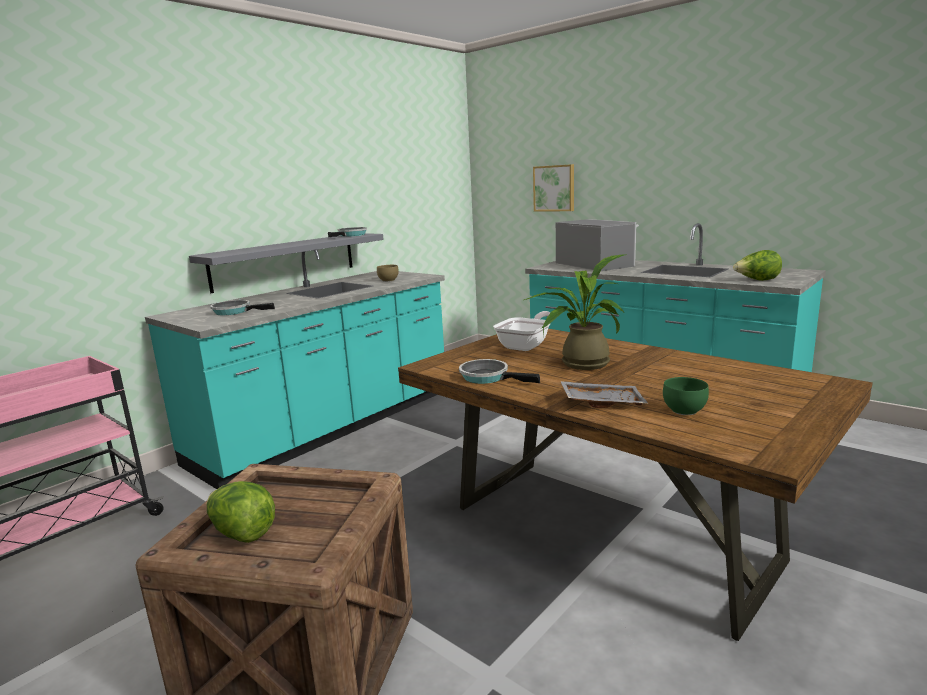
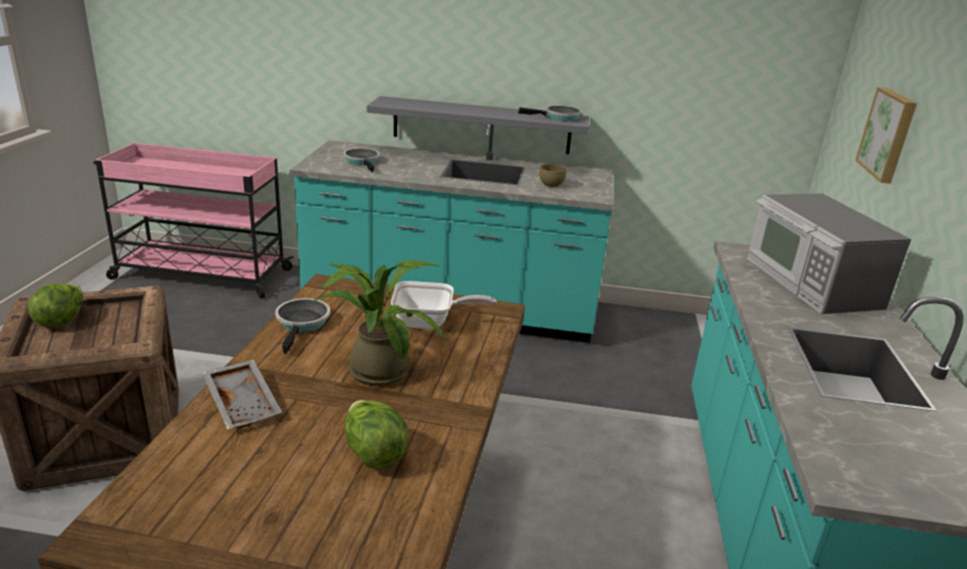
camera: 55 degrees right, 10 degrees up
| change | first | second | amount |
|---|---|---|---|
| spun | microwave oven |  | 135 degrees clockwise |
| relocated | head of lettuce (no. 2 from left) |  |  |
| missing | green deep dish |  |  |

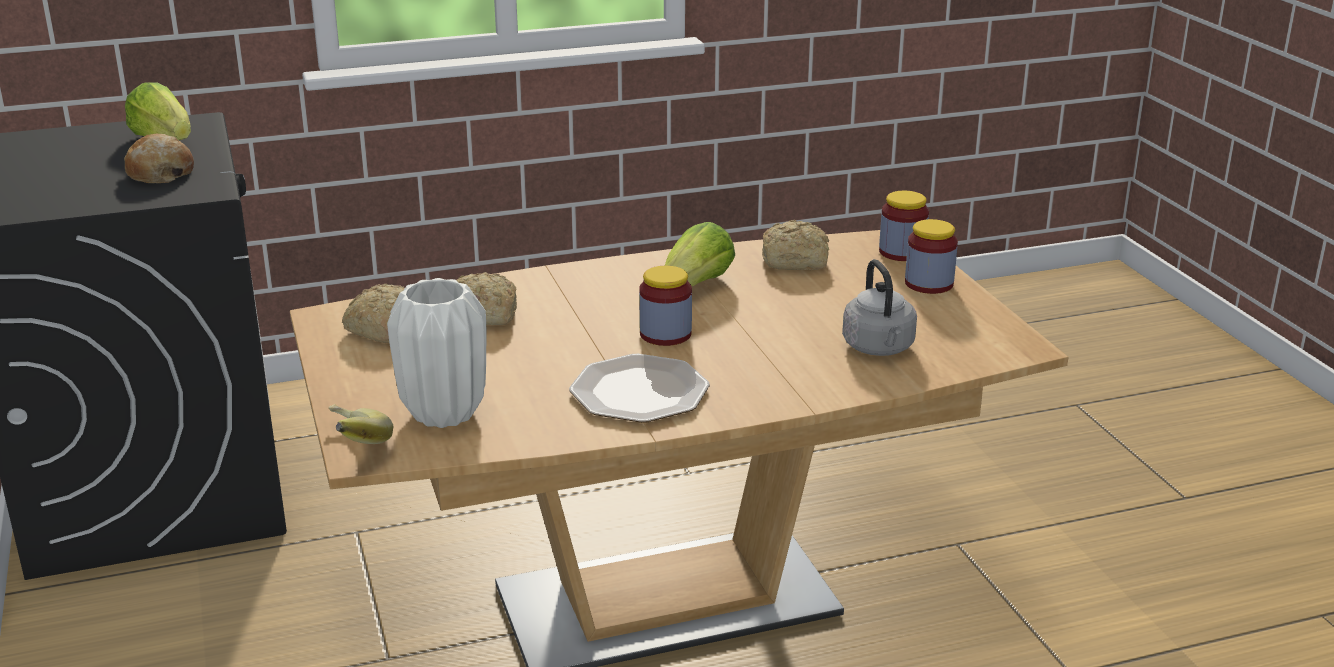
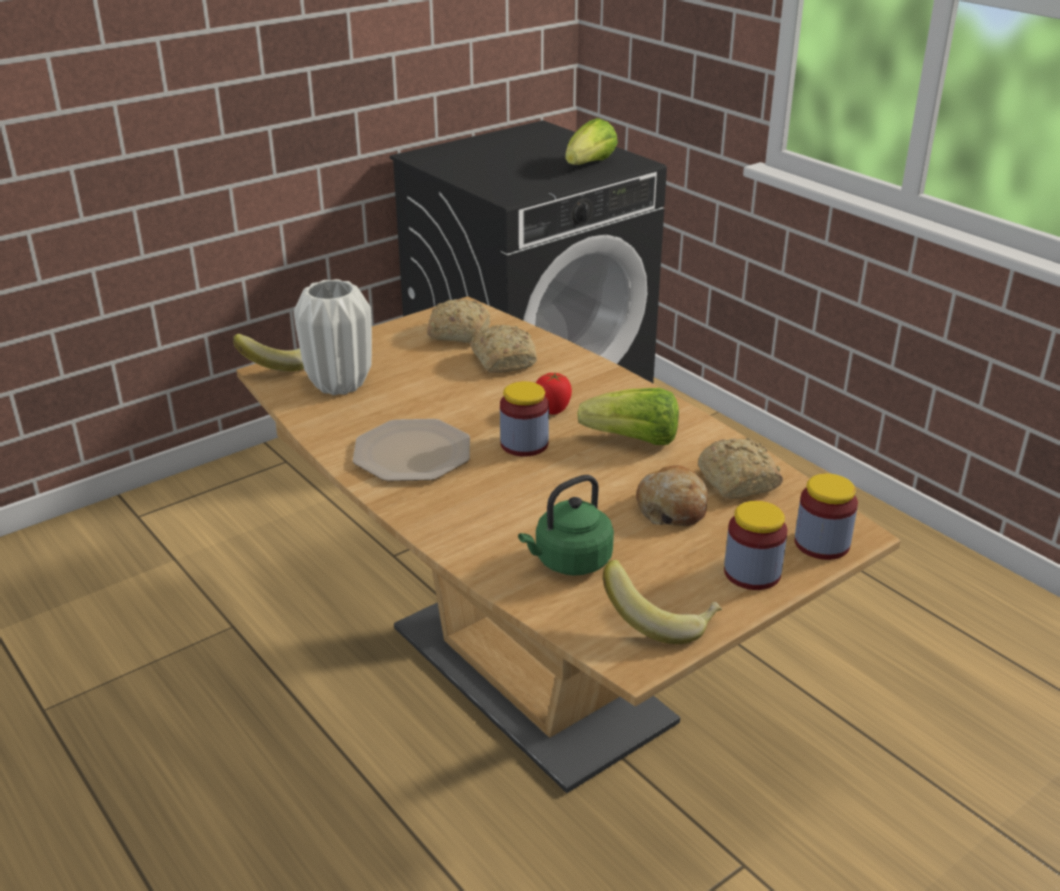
camera: 70 degrees right, 5 degrees up
| change | first | second | amount |
|---|---|---|---|
| relocated | bakery bread (no. 1 from left in the first image) | bakery bread (no. 3 from left) |  |
| colour | gray kettle | green kettle |  |
| appeared |  | tomato |  |
| appeared |  | banana fruit (no. 2 from left) |  |

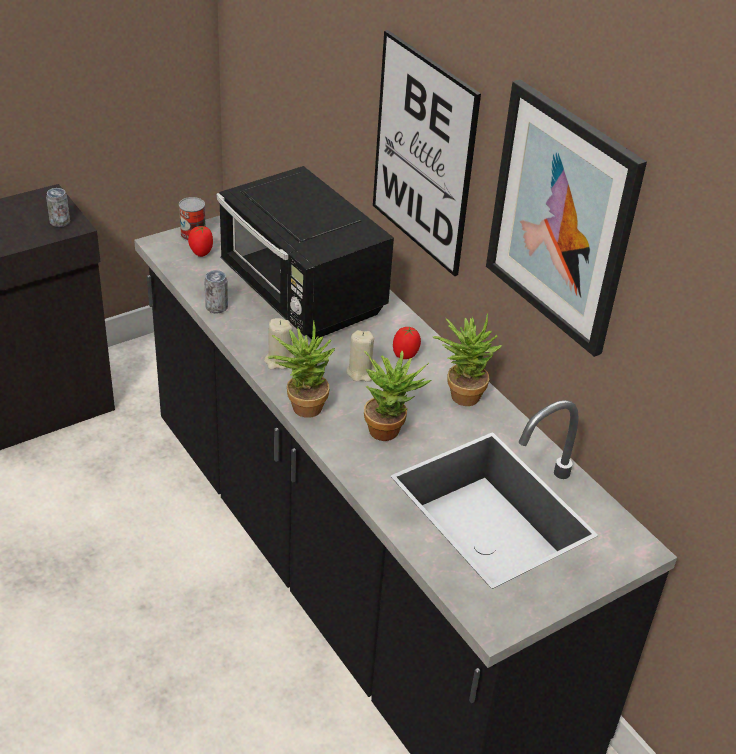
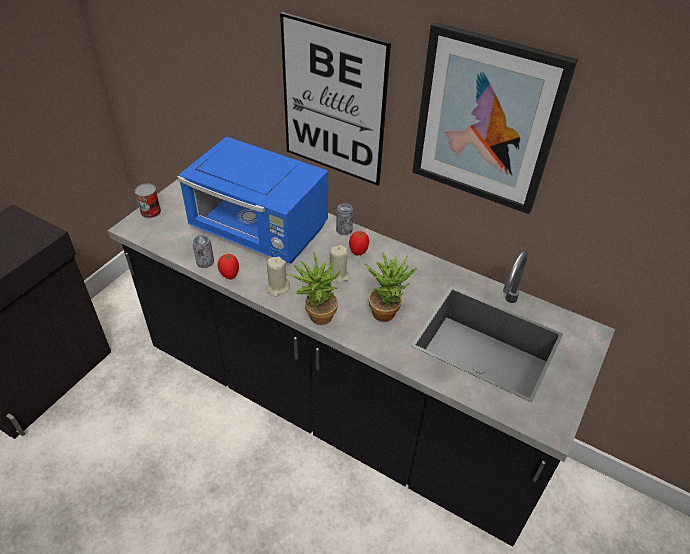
camera: 25 degrees left, 5 degrees up
| change | first | second | amount |
|---|---|---|---|
| colour | black-coloured microwave oven | bluish microwave oven |  |
| relocated | metal can (no. 1 from left in the first image) | metal can (no. 3 from left) |  |
| relocated | tomato (no. 1 from left) |  |  |
| missing | potted plant (no. 3 from left) |  |  |

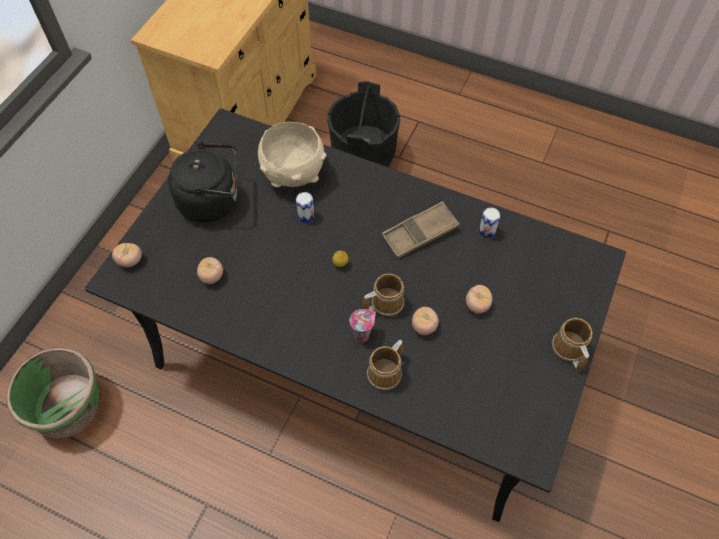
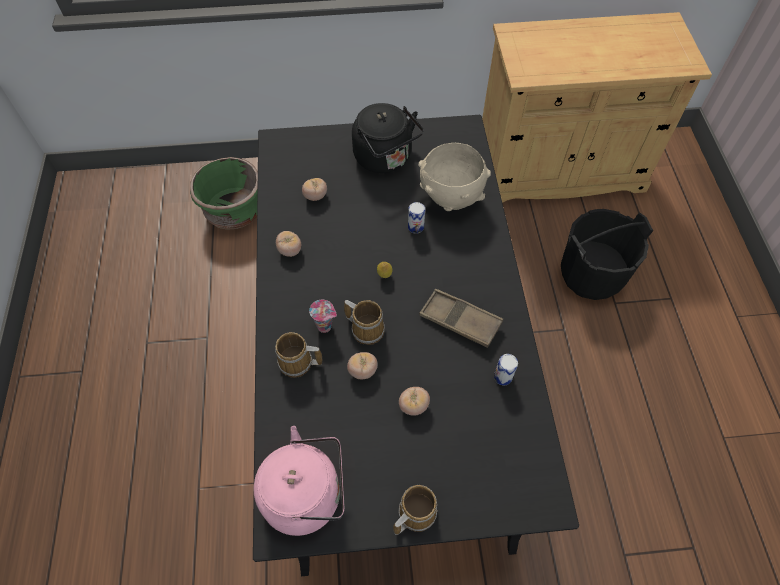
camera: 60 degrees right, 0 degrees up
| change | first | second | amount |
|---|---|---|---|
| relocated | tomato (no. 1 from left) |  |  |
| appeared |  | pink kettle |  |

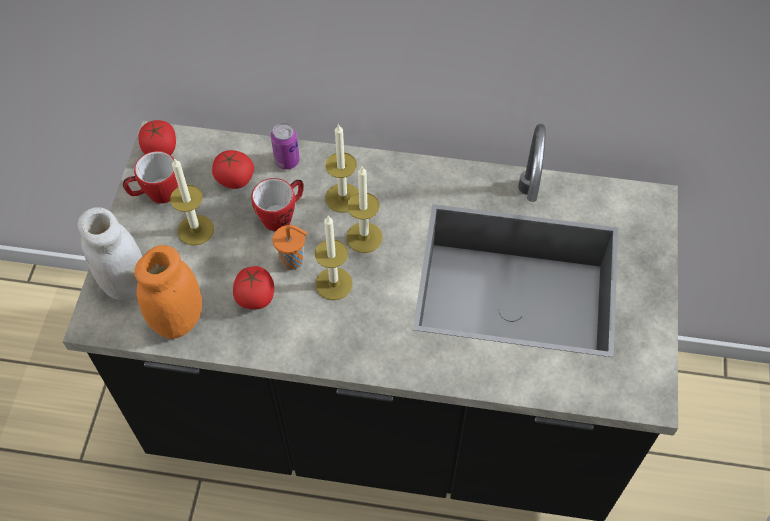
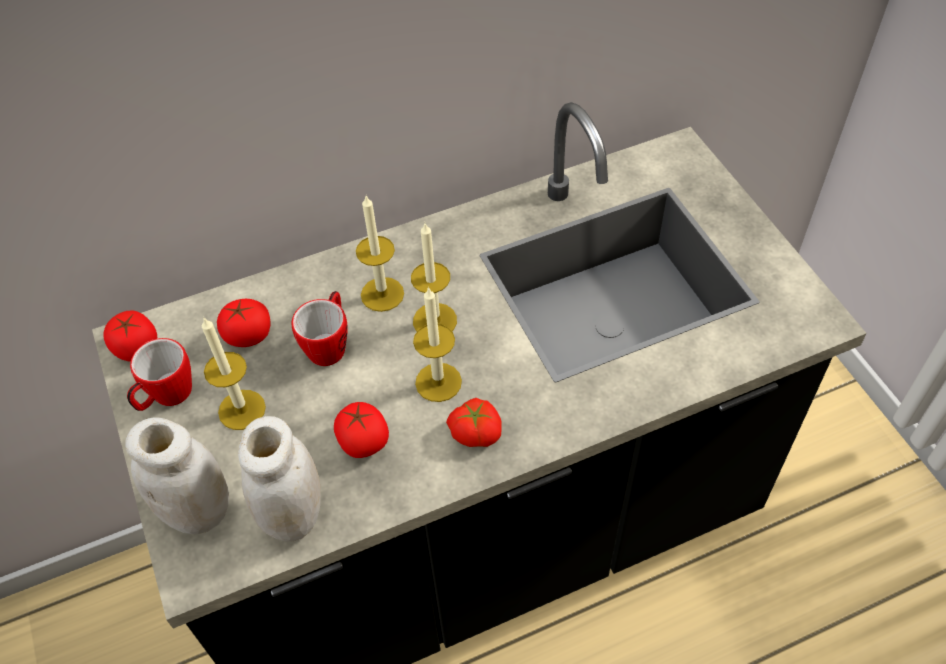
camera: 30 degrees left, 5 degrees down
| change | first | second | amount |
|---|---|---|---|
| missing | metal can |  |  |
| missing | orange cup |  |  |
| colour | orange preserve jar | white-coloured preserve jar (no. 2 from left) |  |
| appeared |  | tomato (no. 4 from left) |  |

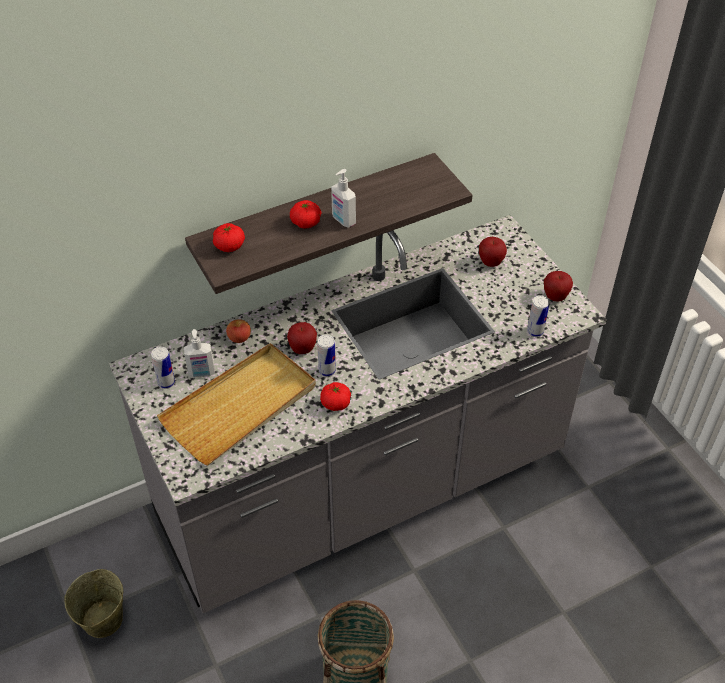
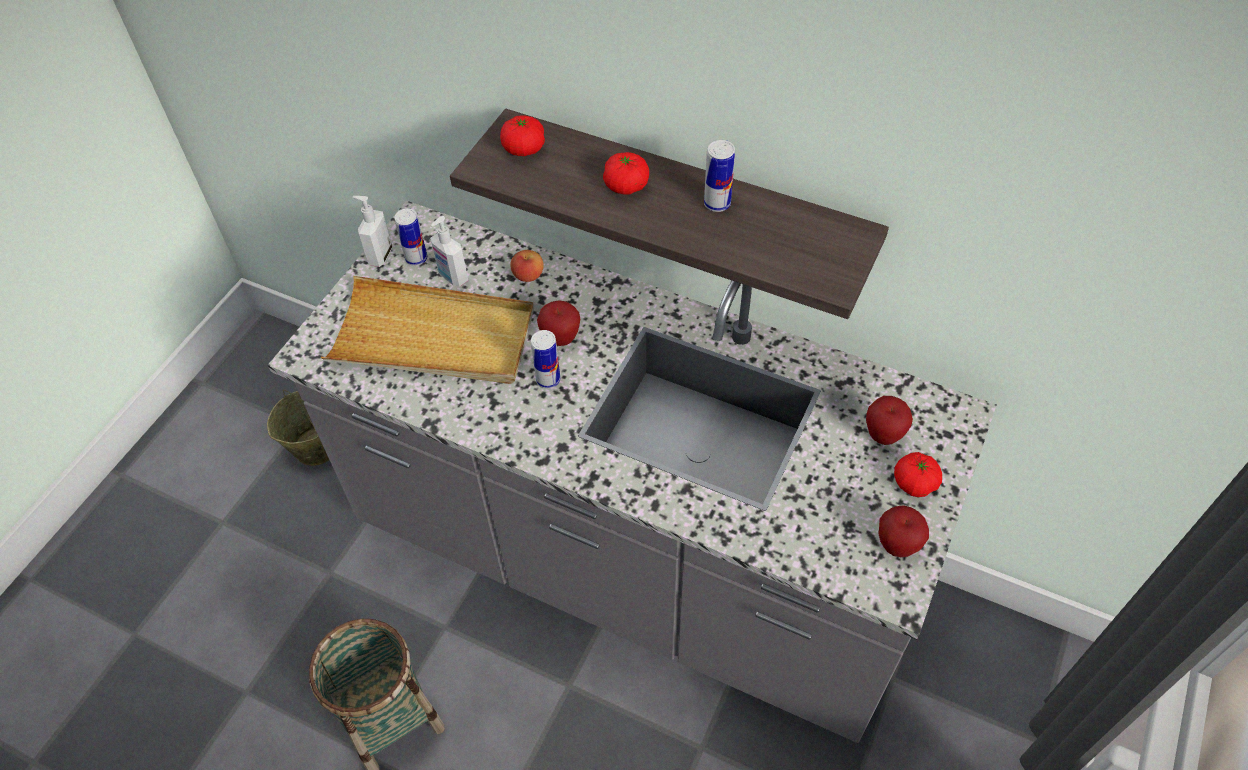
camera: 55 degrees right, 5 degrees up
| change | first | second | amount |
|---|---|---|---|
| relocated | soap bottle (no. 2 from left in the first image) | soap bottle (no. 1 from left) |  |
| relocated | metal can (no. 3 from left) |  |  |
| relocated | tomato (no. 3 from left) |  |  |

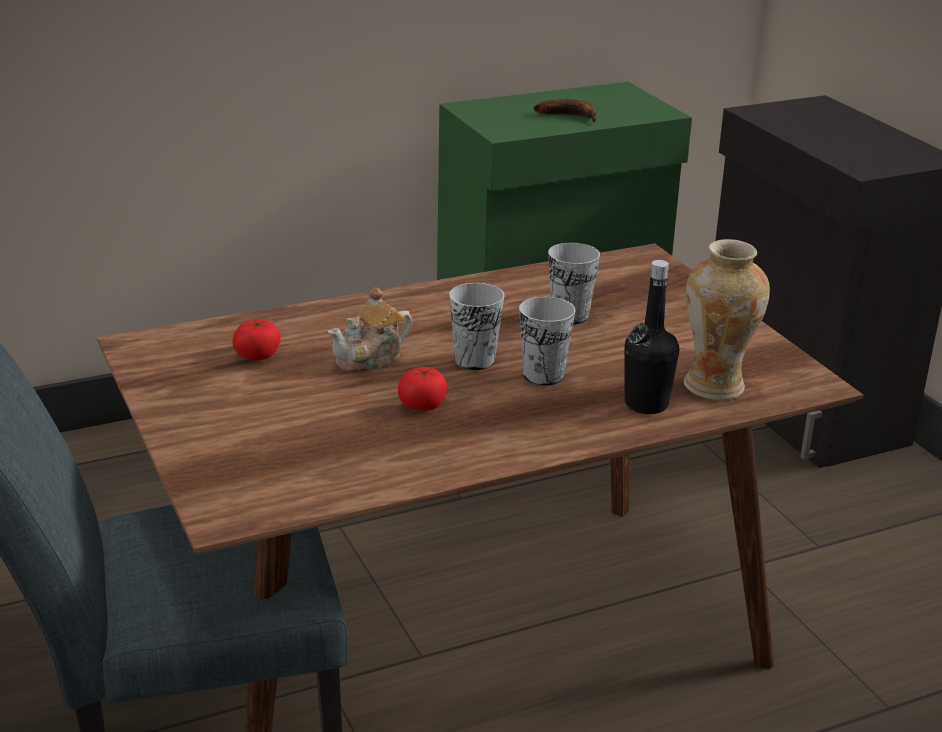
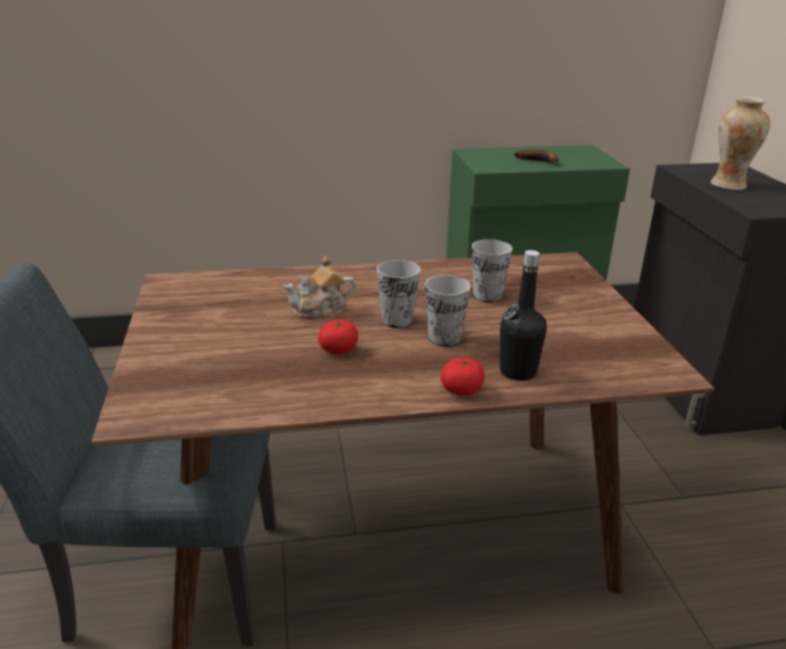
camera: 15 degrees right, 0 degrees up
| change | first | second | amount |
|---|---|---|---|
| relocated | flower vase |  |  |
| relocated | tomato (no. 1 from left in the first image) | tomato (no. 2 from left) |  |

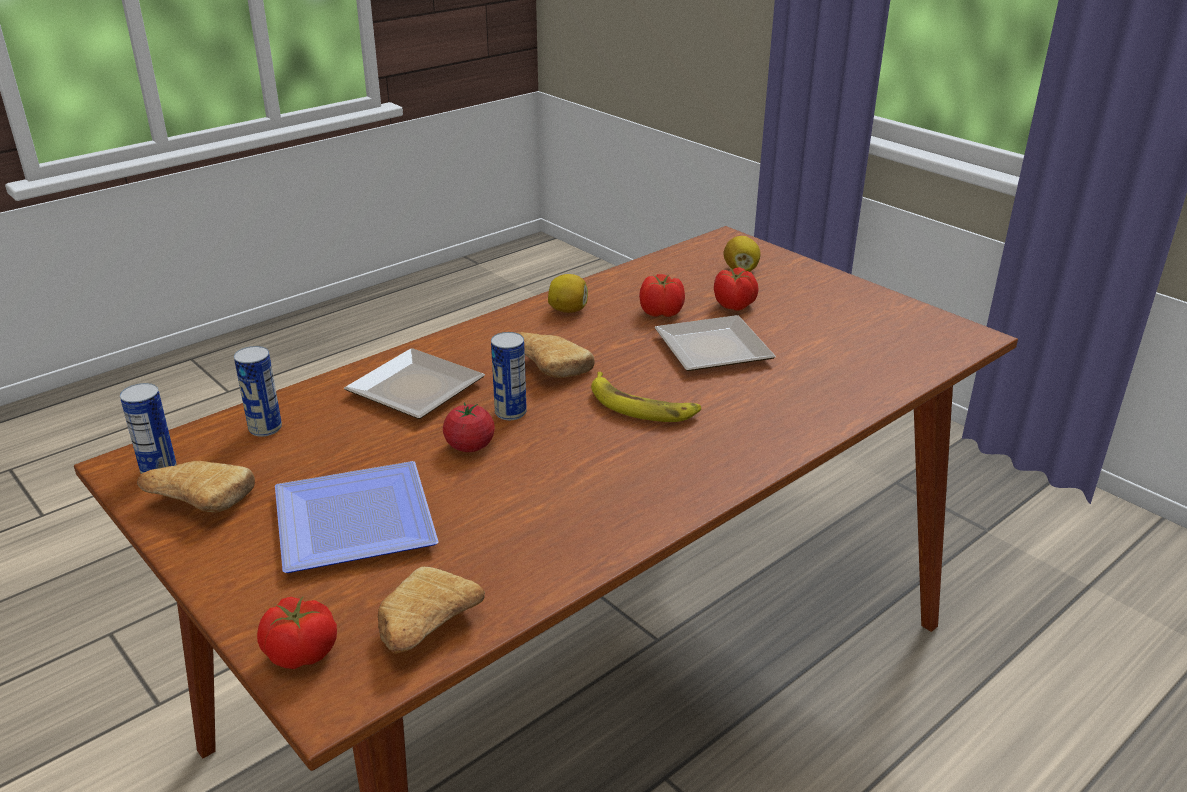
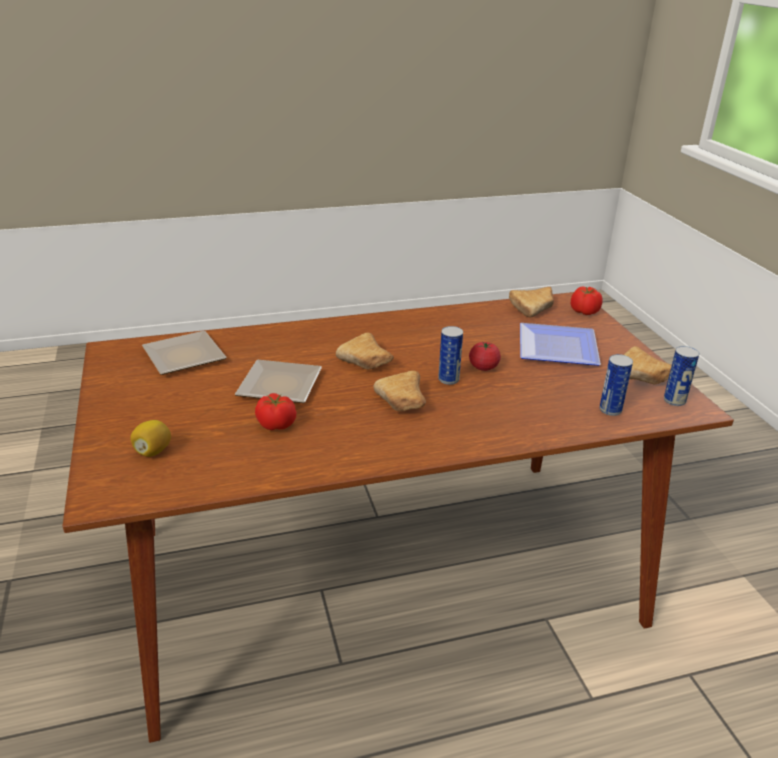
camera: 155 degrees left, 0 degrees up
| change | first | second | amount |
|---|---|---|---|
| missing | tomato (no. 4 from left) |  |  |
| missing | citrus fruit (no. 1 from left) |  |  |
| relocated | plate (no. 2 from left in the first image) | plate (no. 1 from left) |  |
| exchanged | banana fruit | bakery bread (no. 1 from left) |  |

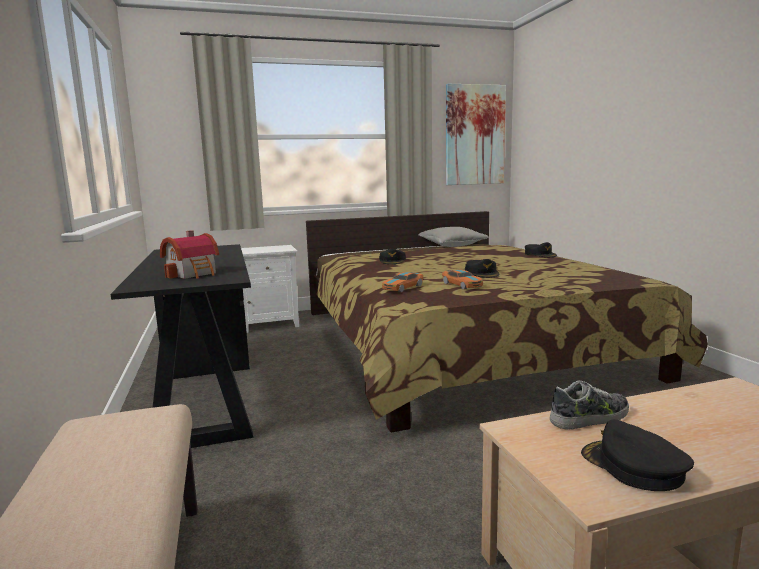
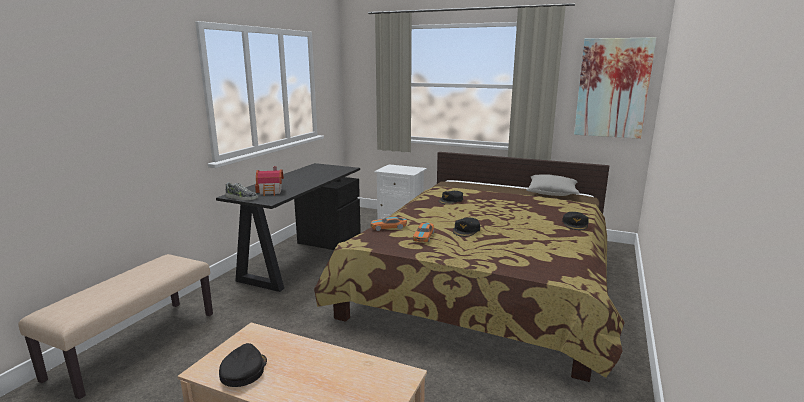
camera: 40 degrees right, 5 degrees up
| change | first | second | amount |
|---|---|---|---|
| relocated | low shoe |  |  |

